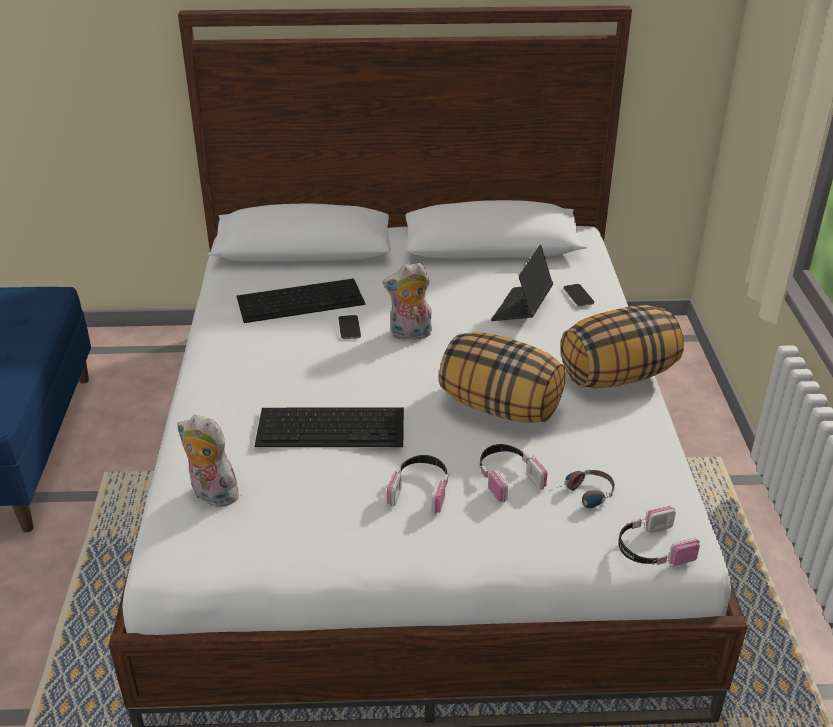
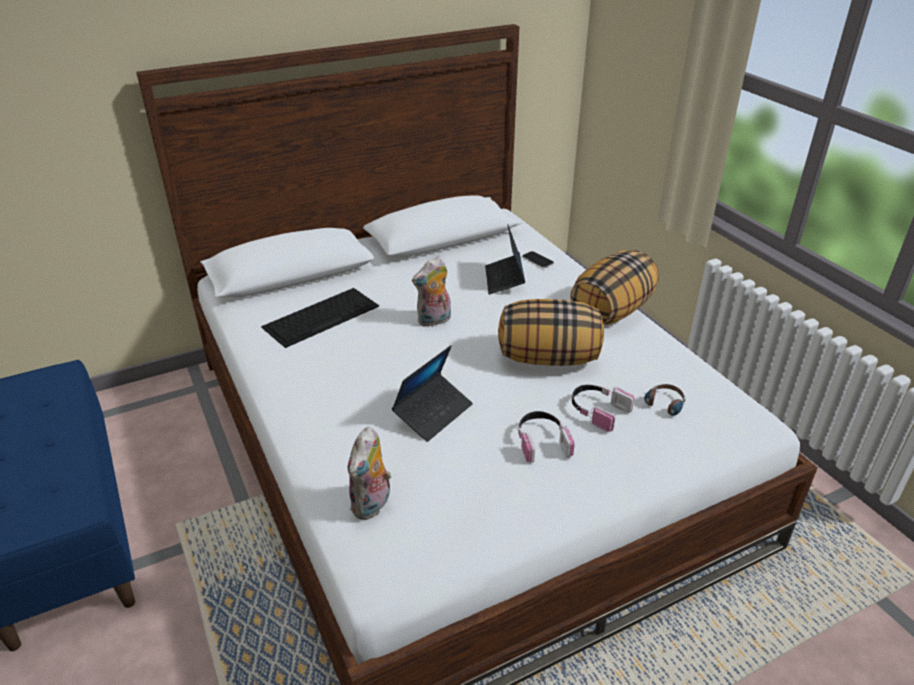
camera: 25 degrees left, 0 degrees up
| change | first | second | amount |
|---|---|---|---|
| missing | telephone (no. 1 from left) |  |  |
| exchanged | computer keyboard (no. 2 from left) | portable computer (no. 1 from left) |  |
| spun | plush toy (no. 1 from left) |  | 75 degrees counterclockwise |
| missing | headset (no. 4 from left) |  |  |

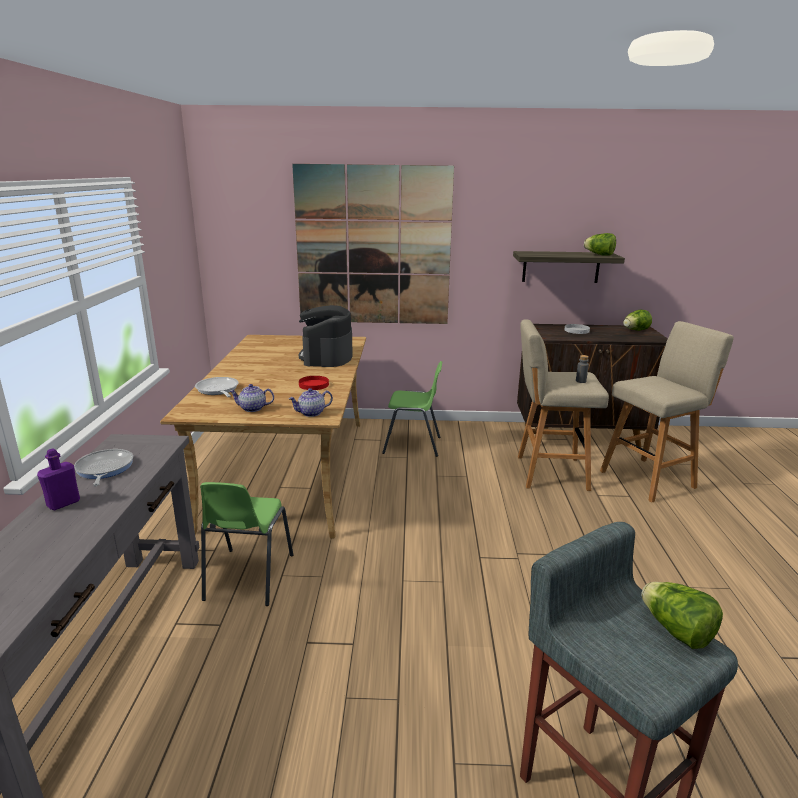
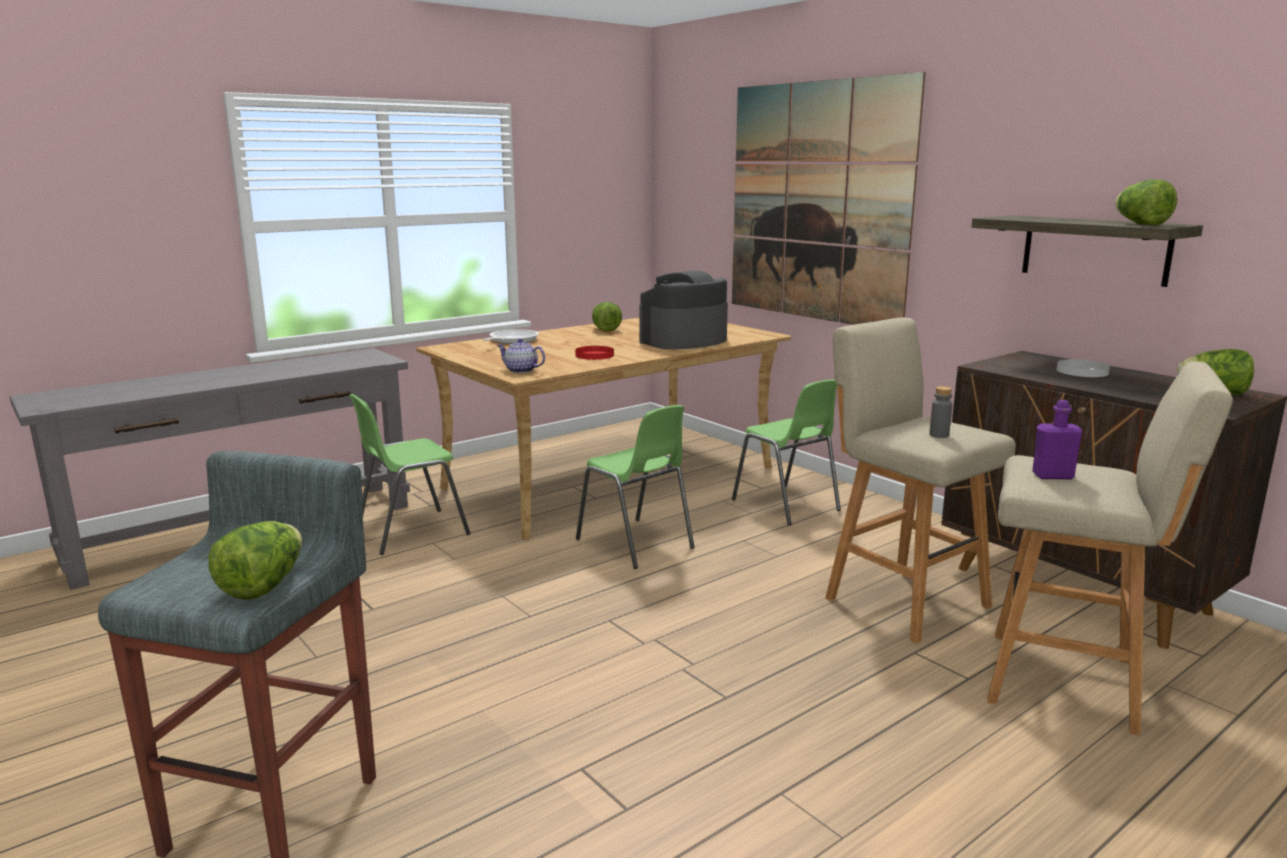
camera: 50 degrees right, 5 degrees down
| change | first | second | amount |
|---|---|---|---|
| missing | pot for tea (no. 1 from left) |  |  |
| relocated | purple-coloured bottle |  |  |
| missing | frying pan (no. 1 from left) |  |  |
| appeared |  | head of lettuce (no. 2 from left) |  |
| appeared |  | green plain chair (no. 2 from left) |  |

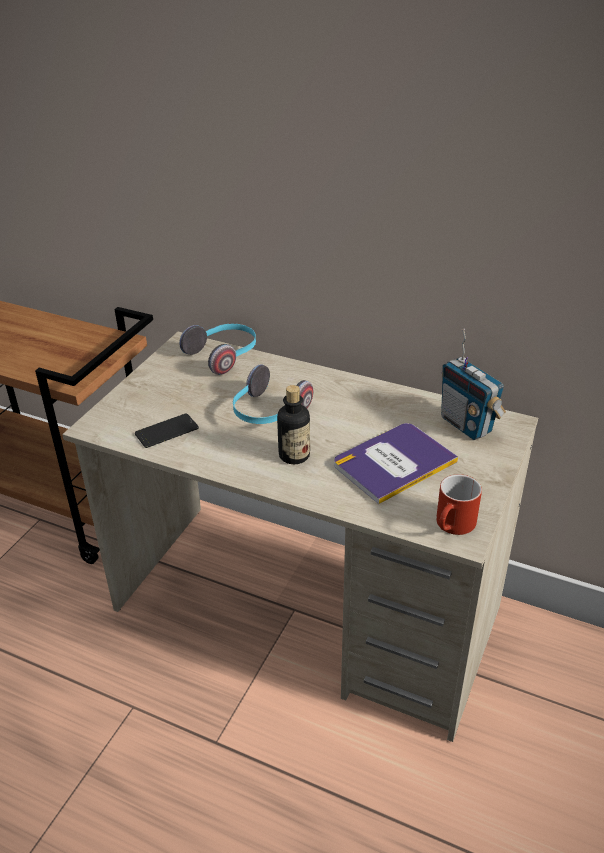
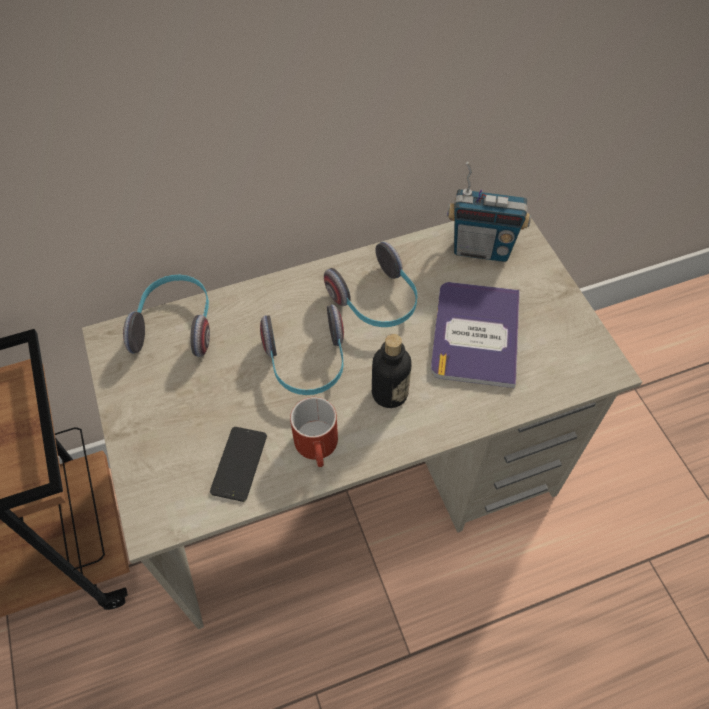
camera: 45 degrees left, 20 degrees up
| change | first | second | amount |
|---|---|---|---|
| relocated | reddish coffee mug |  |  |
| appeared |  | headset (no. 3 from left) |  |

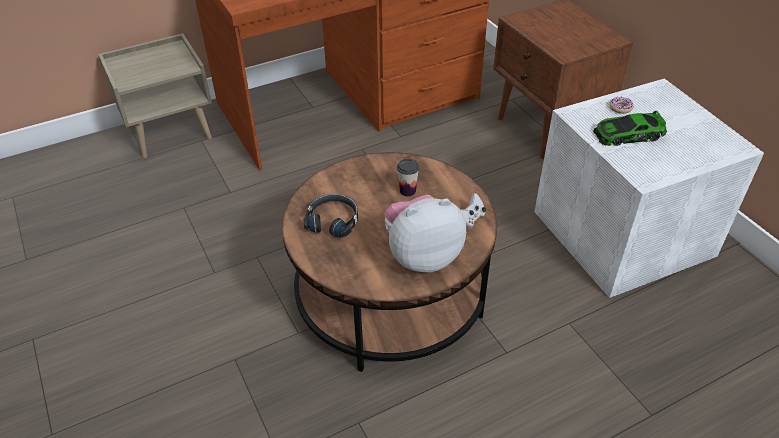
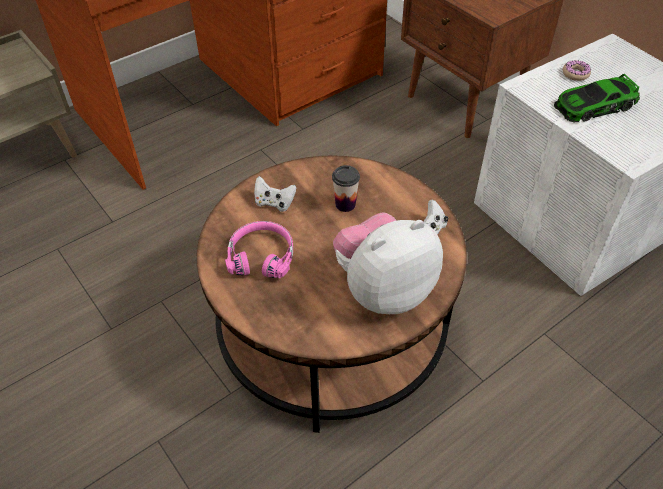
camera: 10 degrees left, 5 degrees up
| change | first | second | amount |
|---|---|---|---|
| colour | black-coloured headset | pink headset |  |
| appeared |  | white-coloured game controller (no. 1 from left) |  |

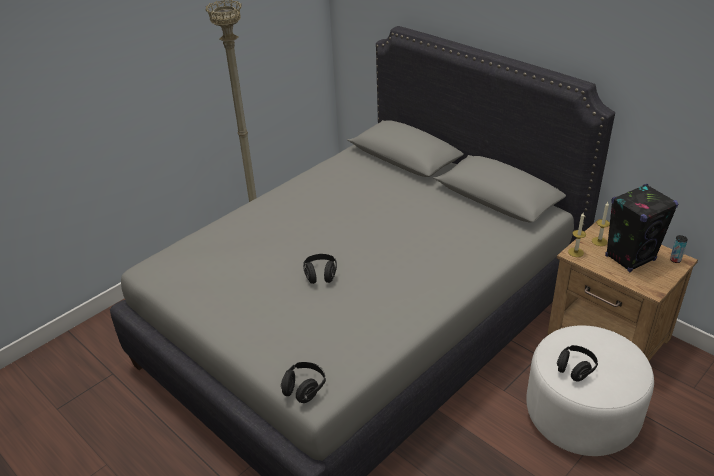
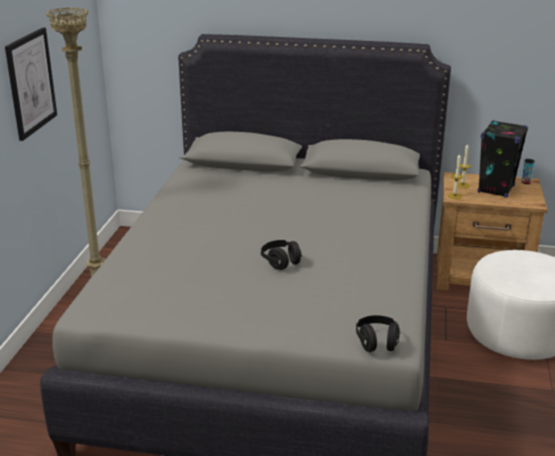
camera: 35 degrees left, 10 degrees down
| change | first | second | amount |
|---|---|---|---|
| missing | black-coloured headset (no. 3 from left) |  |  |
| appeared |  | picture |  |

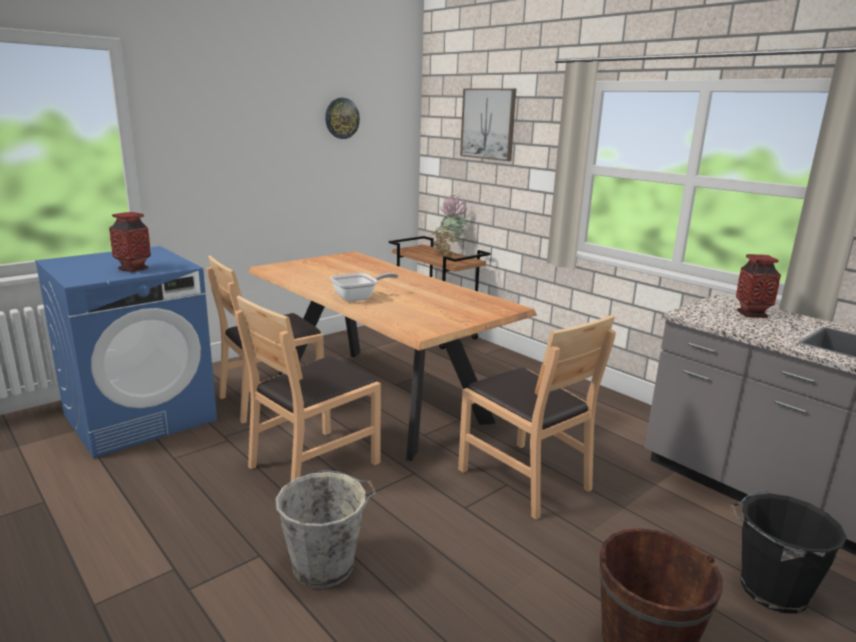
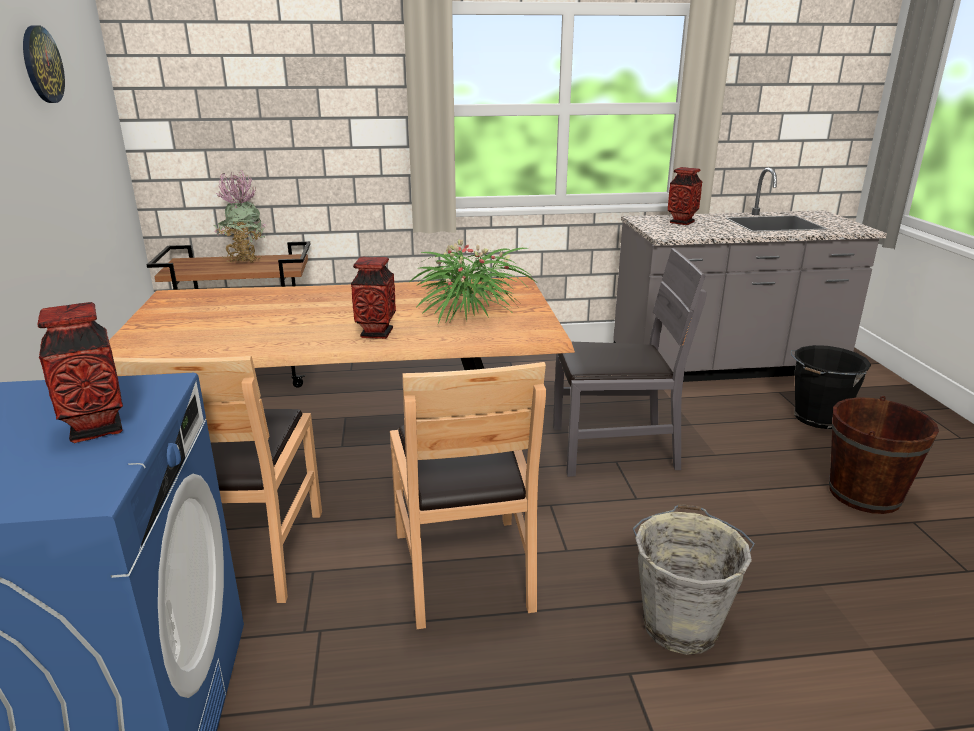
camera: 55 degrees left, 5 degrees up
| change | first | second | amount |
|---|---|---|---|
| missing | picture |  |  |
| exchanged | frying pan | flower vase (no. 2 from left) |  |
| colour | brown plain chair (no. 3 from left) | gray plain chair |  |
| appeared |  | potted plant (no. 2 from left) |  |

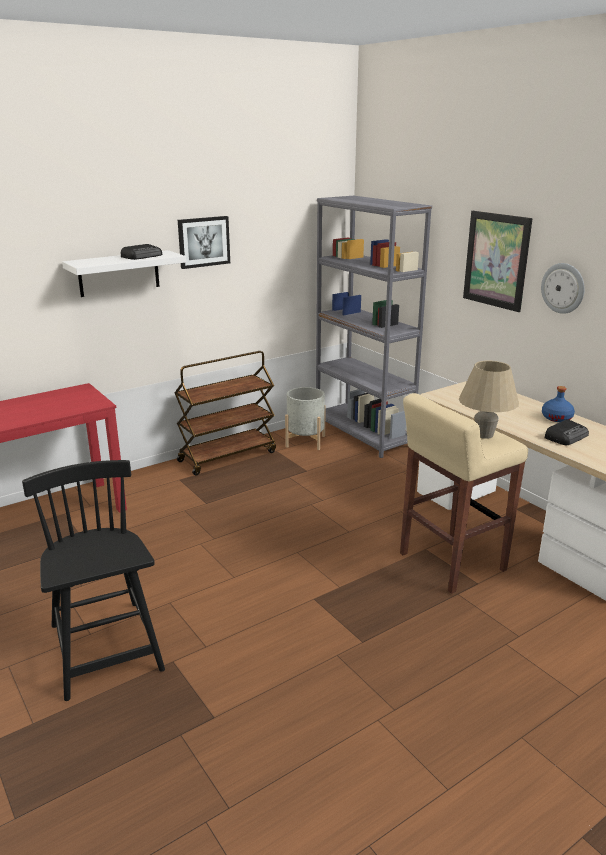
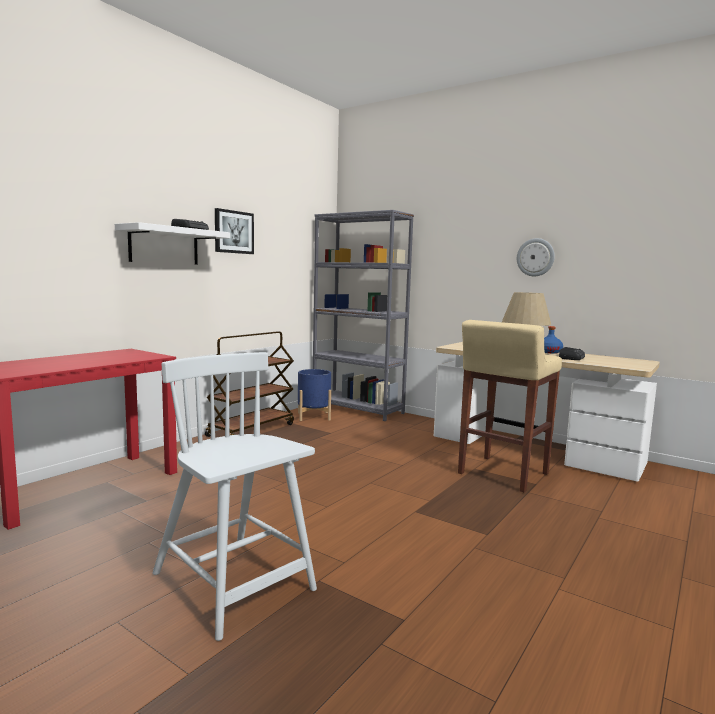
camera: 20 degrees left, 15 degrees down
| change | first | second | amount |
|---|---|---|---|
| missing | picture (no. 2 from left) |  |  |
| colour | gray plant pot | bluish plant pot |  |
| colour | black-coloured plain chair | white-coloured plain chair |  |

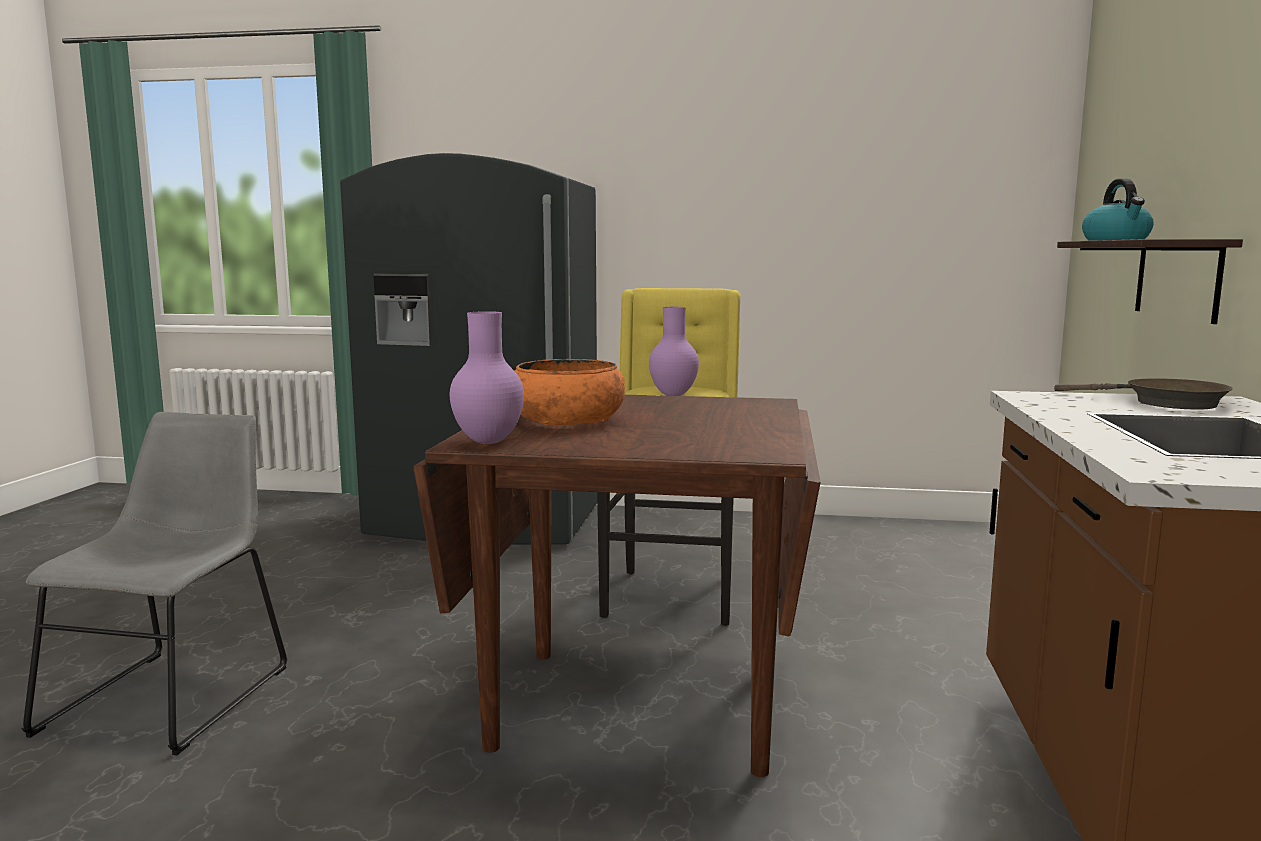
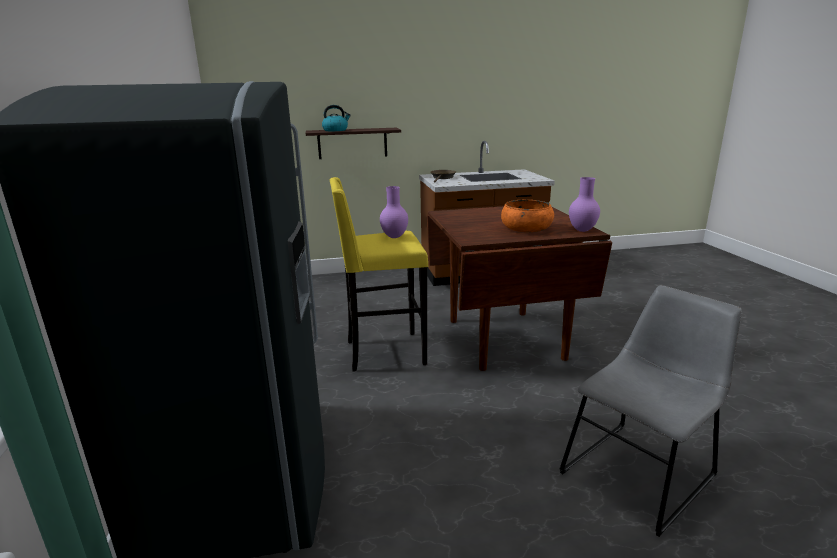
camera: 110 degrees left, 10 degrees up
| change | first | second | amount |
|---|---|---|---|
| spun | gray plain chair |  | 150 degrees clockwise |

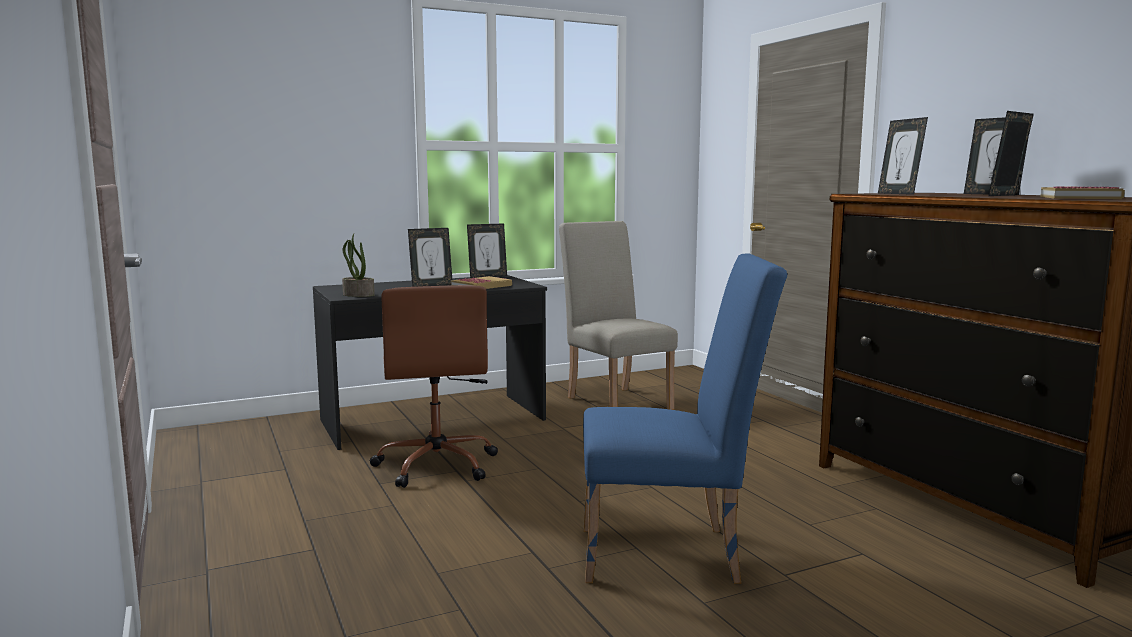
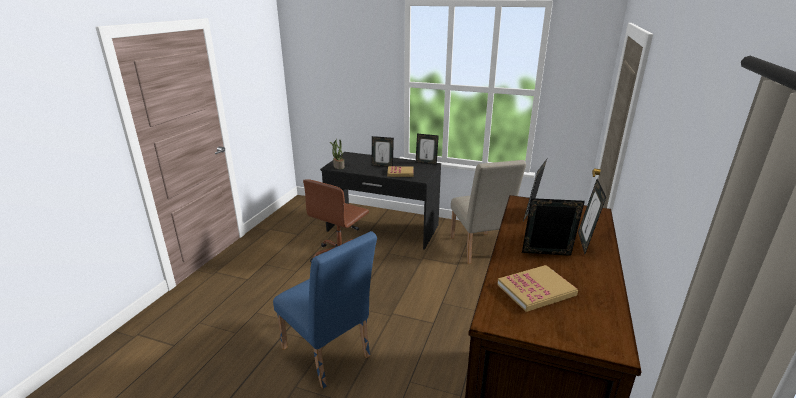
camera: 45 degrees right, 15 degrees up
| change | first | second | amount |
|---|---|---|---|
| spun | sand-coloured plain chair |  | 150 degrees clockwise |

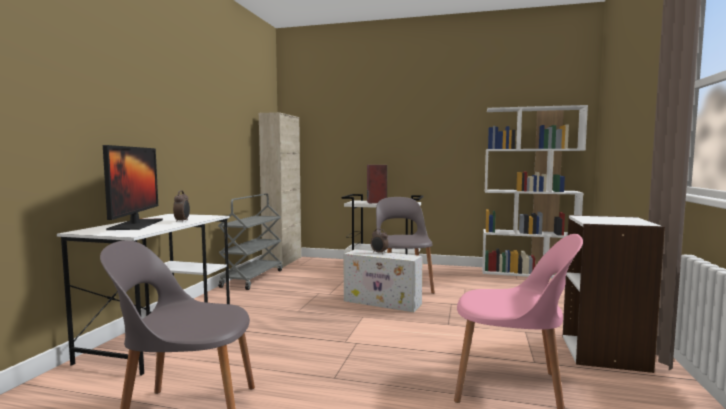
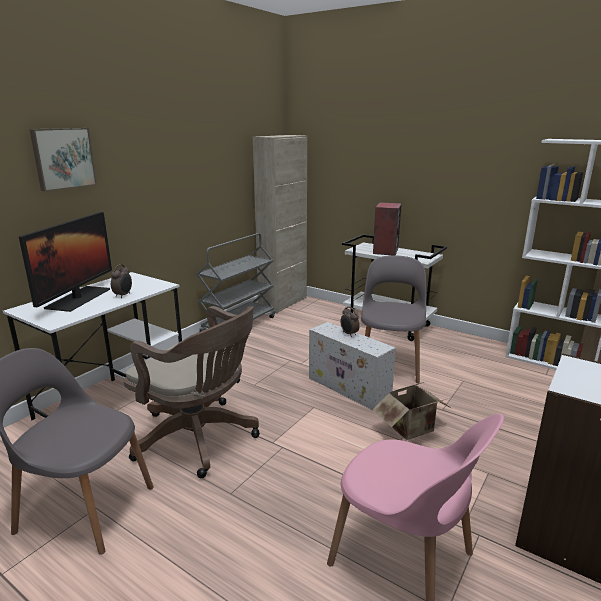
camera: 20 degrees right, 15 degrees up
| change | first | second | amount |
|---|---|---|---|
| appeared |  | picture |  |
| appeared |  | brown office chair |  |
| appeared |  | packing box |  |

